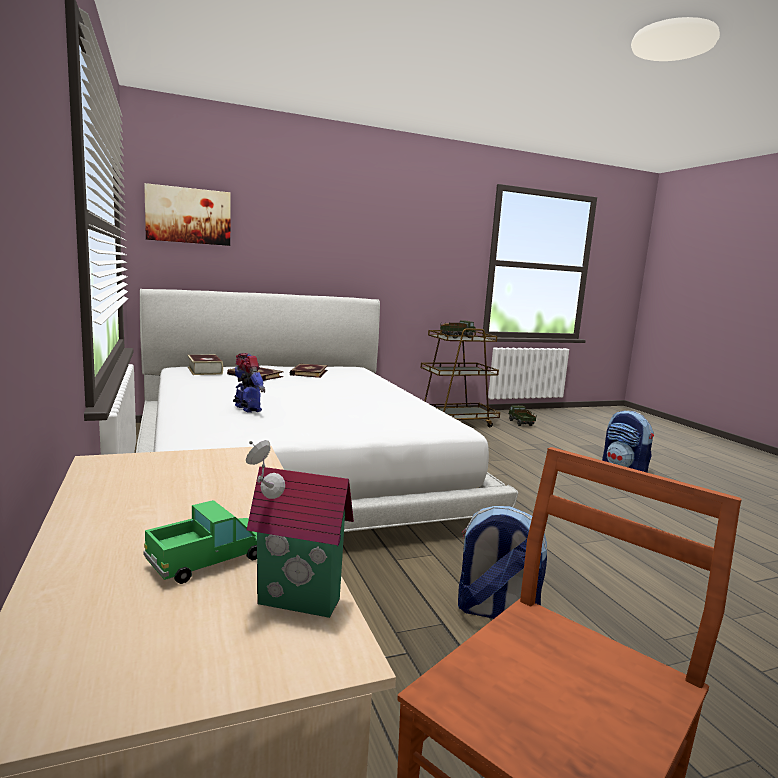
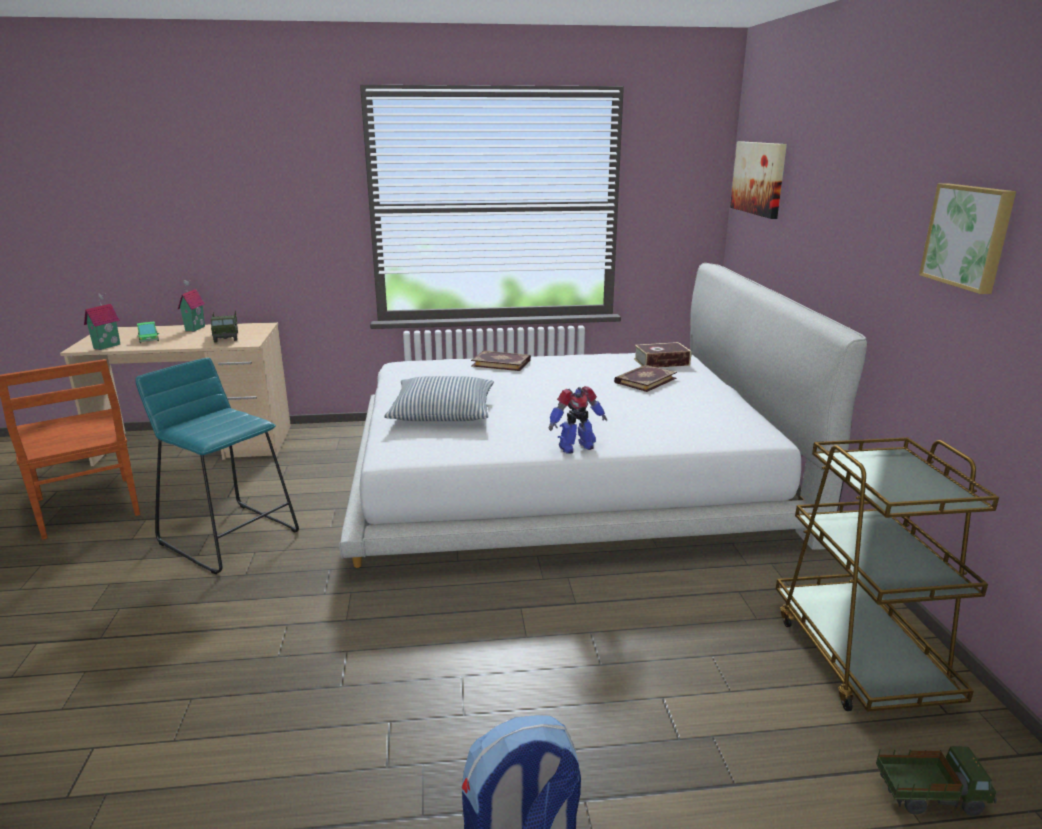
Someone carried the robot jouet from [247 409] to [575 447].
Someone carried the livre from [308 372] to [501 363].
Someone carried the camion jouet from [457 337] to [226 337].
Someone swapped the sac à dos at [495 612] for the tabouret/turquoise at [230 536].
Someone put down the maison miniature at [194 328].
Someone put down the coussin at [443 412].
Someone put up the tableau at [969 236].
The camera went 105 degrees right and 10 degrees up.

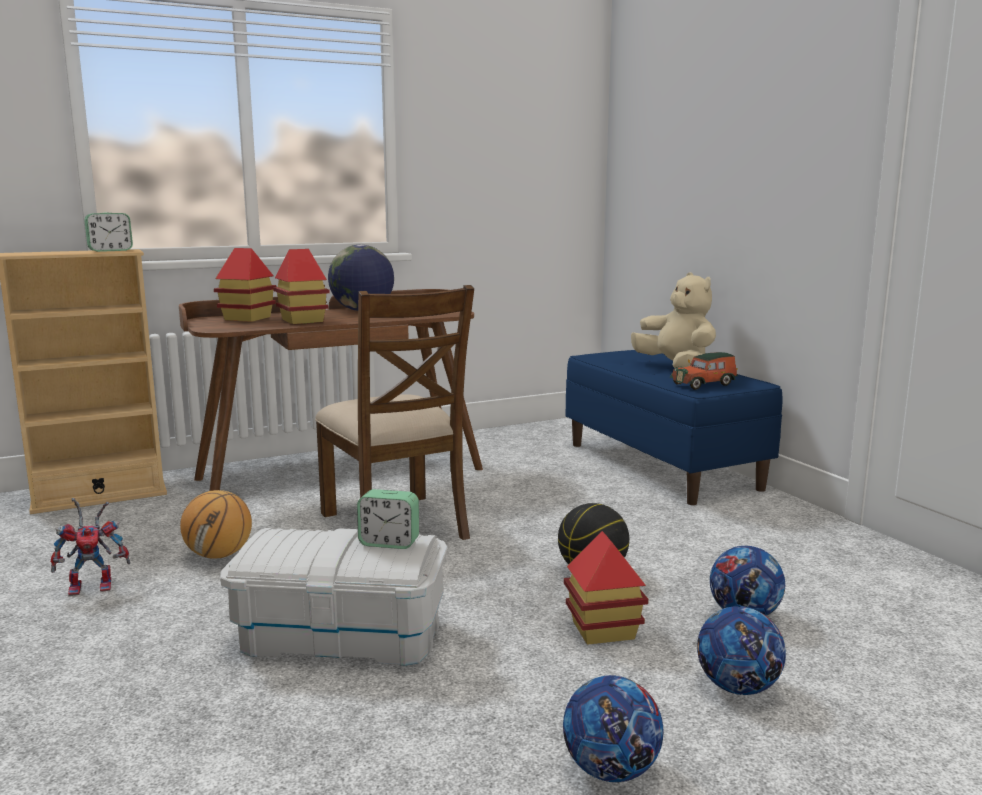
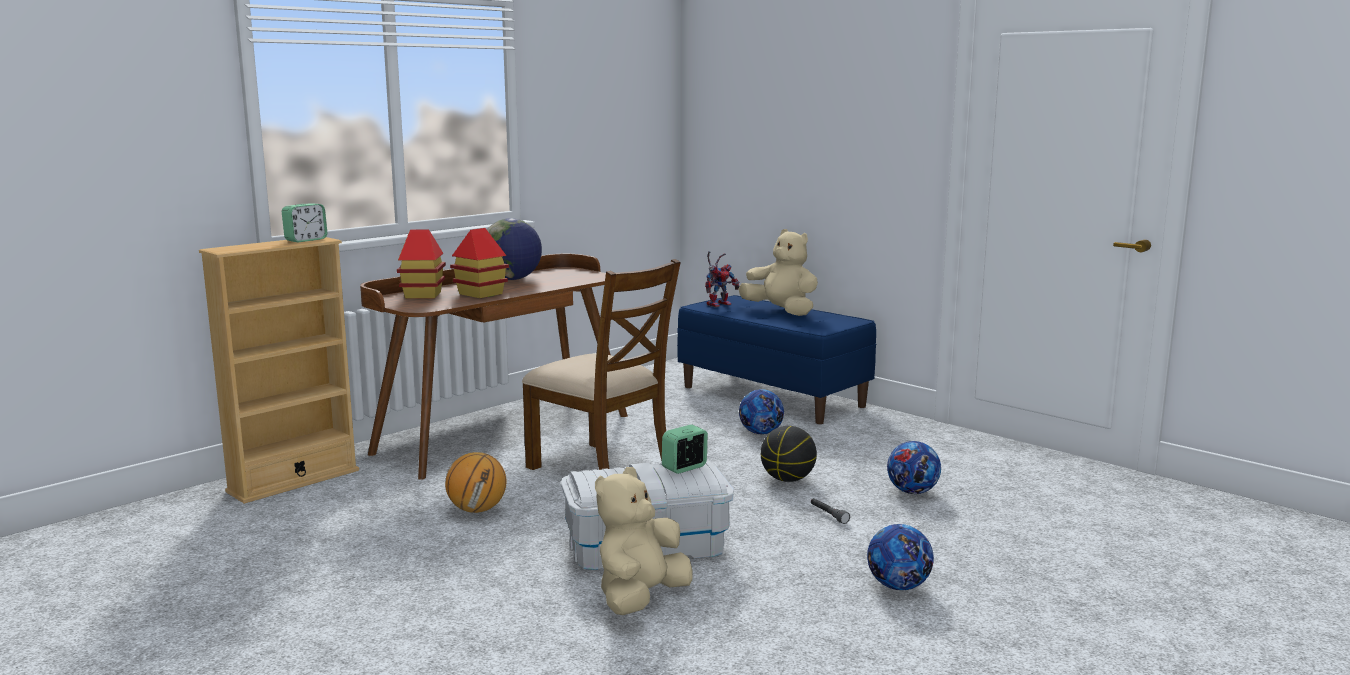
Someone carried the robot jouet from [95 586] to [719 304].
Someone rotated the réveil at [389 543] by 150 degrees clockwise.
Someone swapped the maison miniature at [603 630] for the lampe de poche/gris at [828 515].
Someone took away the petite voiture at [704 384].
Someone carried the ballon de foot from [737 687] to [761 433].
Someone put down the peluche/beige at [640 599].
The camera went 20 degrees left and 0 degrees up.

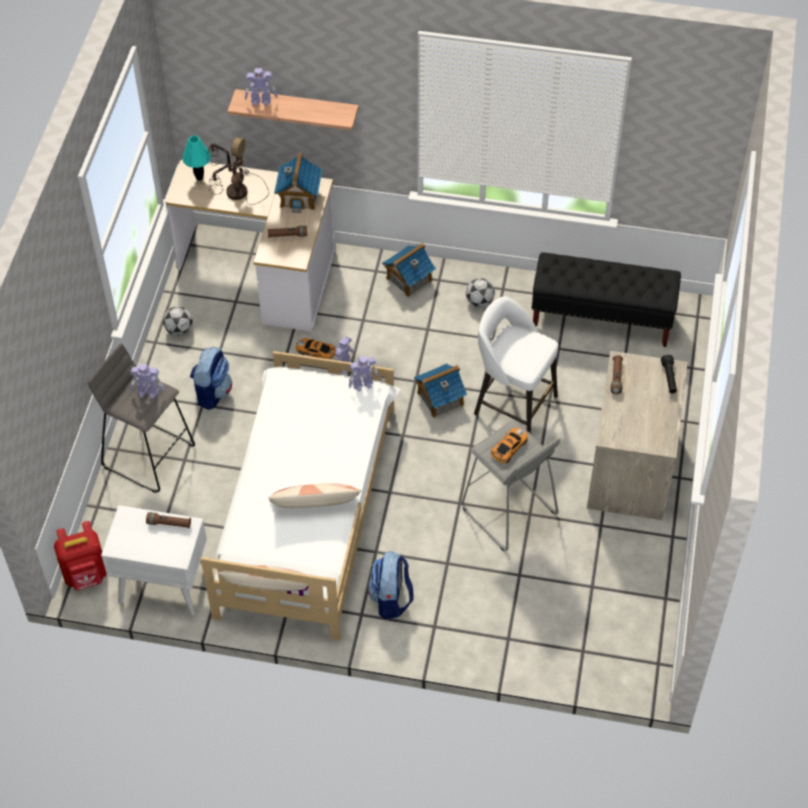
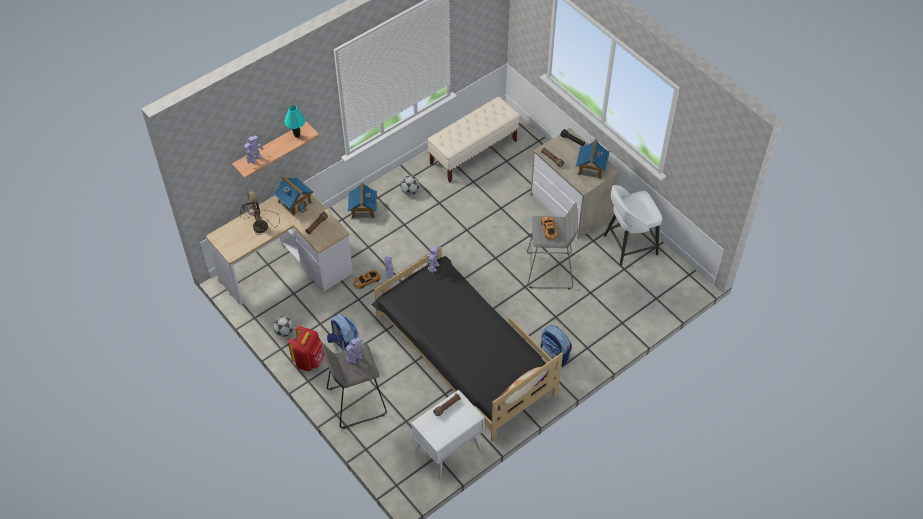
Someone carried the sac à dos/rouge from [86 575] to [309 360].
Someone carried the lampe de table/turquoise from [199 178] to [297 135].
Someone repainted the lit/blanc at [306 509], which became the lit/noir at [463 354].
Someone took away the coussin at [315 506].
Someone carried the maison miniature from [440 398] to [591 168].
Someone carried the tabouret/blanc from [513 404] to [628 245].
Someone repainted the banc/noir at [602 319], which became the banc/beige at [473 152].
The camera went 50 degrees left and 0 degrees up.

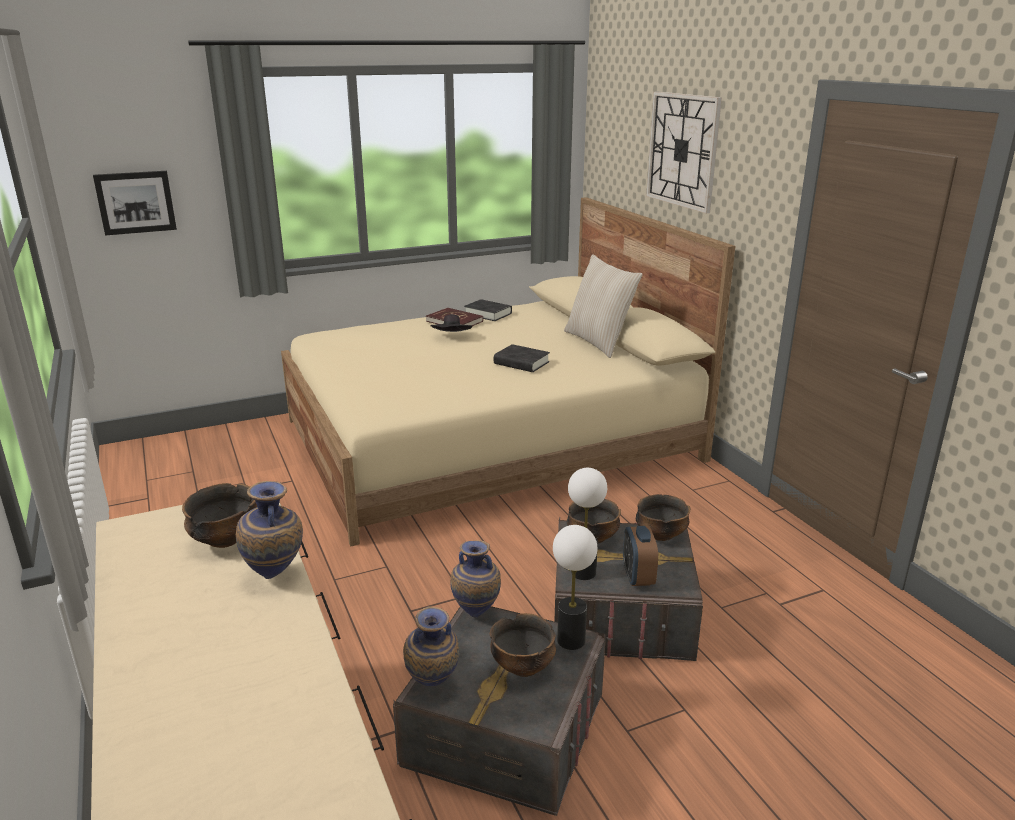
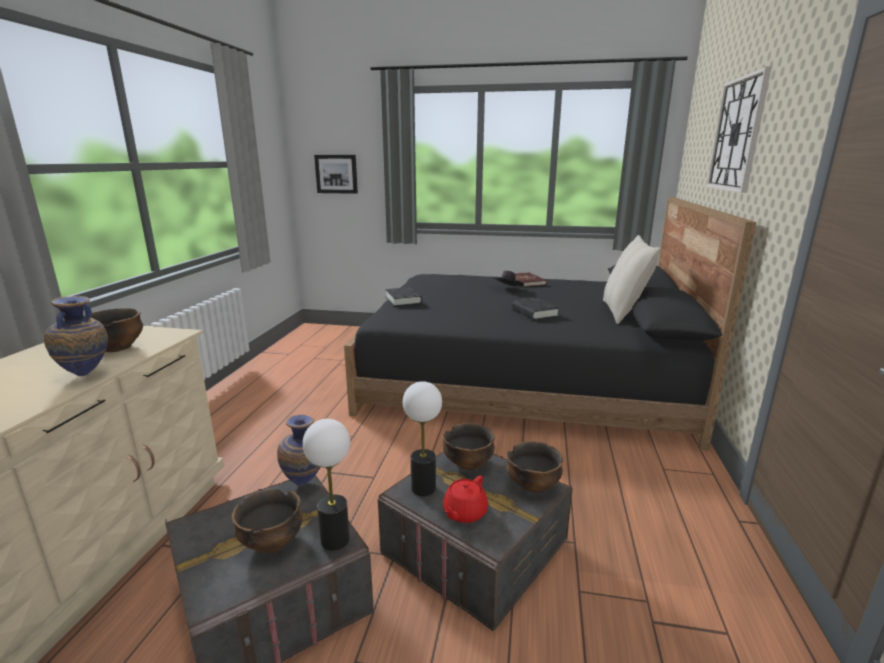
Someone repainted the lit/beige at [491 440], which became the lit/noir at [523 378].
Someone took away the vase at [432 686].
Someone carried the livre/noir from [488 314] to [403 300].
Someone swapped the réveil at [638 577] for the théière/rouge at [464 513].
The camera went 35 degrees right and 5 degrees down.

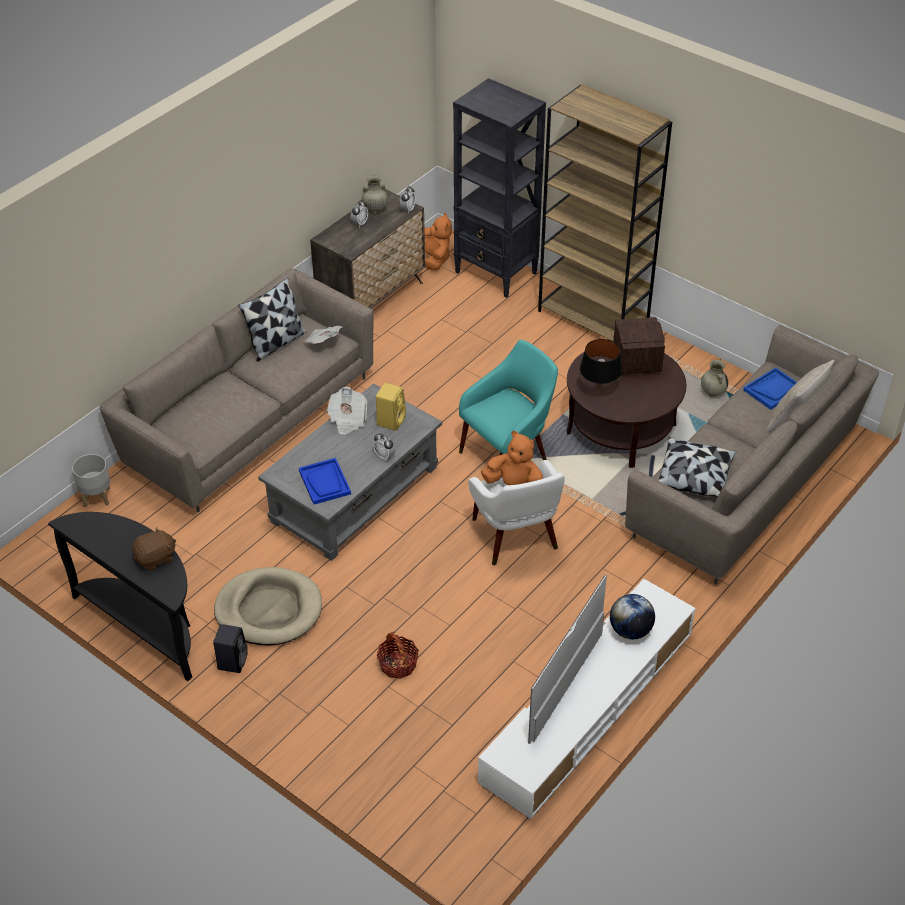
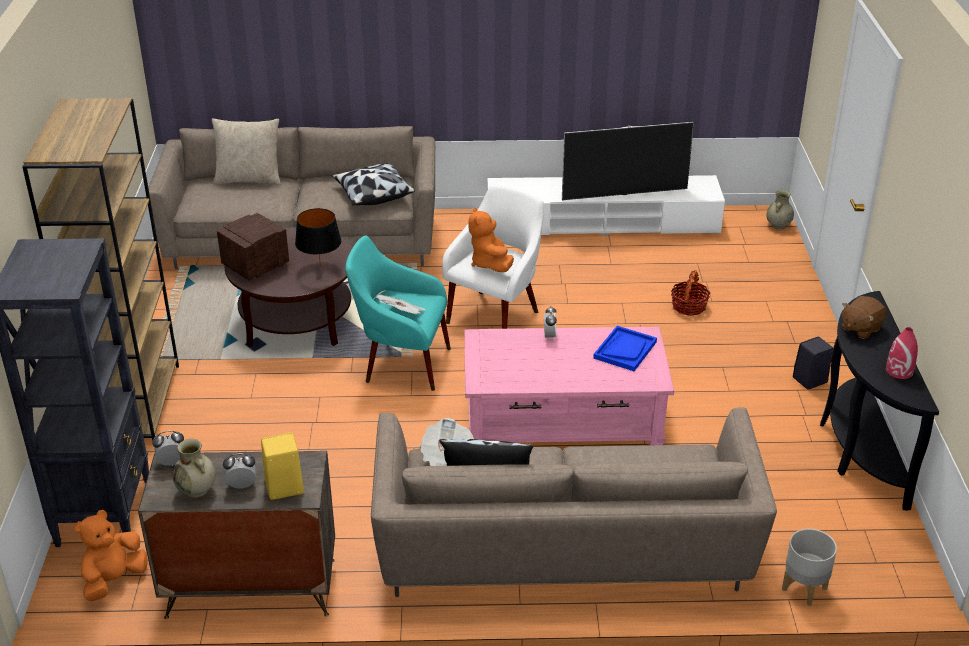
Someone rotated the peluche/marron at [156 558] by 60 degrees counterclockwise.
Someone took away the panier pour chien/beige at [269 609].
Someone repainted the table basse/gris at [355 494], which became the table basse/rose at [562 420].
Someone carried the journal from [347 419] to [402 315].
Someone carried the enceinte/jaune from [391 420] to [283 488].
Someone took away the globe at [630 630].
Someone carried the vase/beige from [712 392] to [778 226].
Someone took away the plateau/bleu at [772 389].
Someone put down the vase/rouge at [899 371].
The camera went 130 degrees left and 10 degrees down.

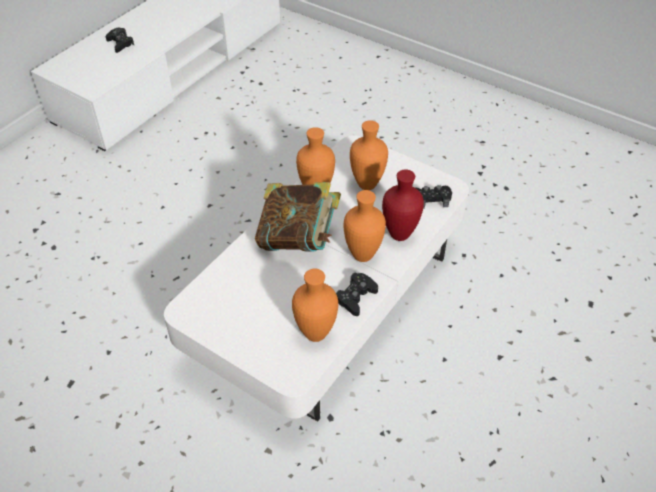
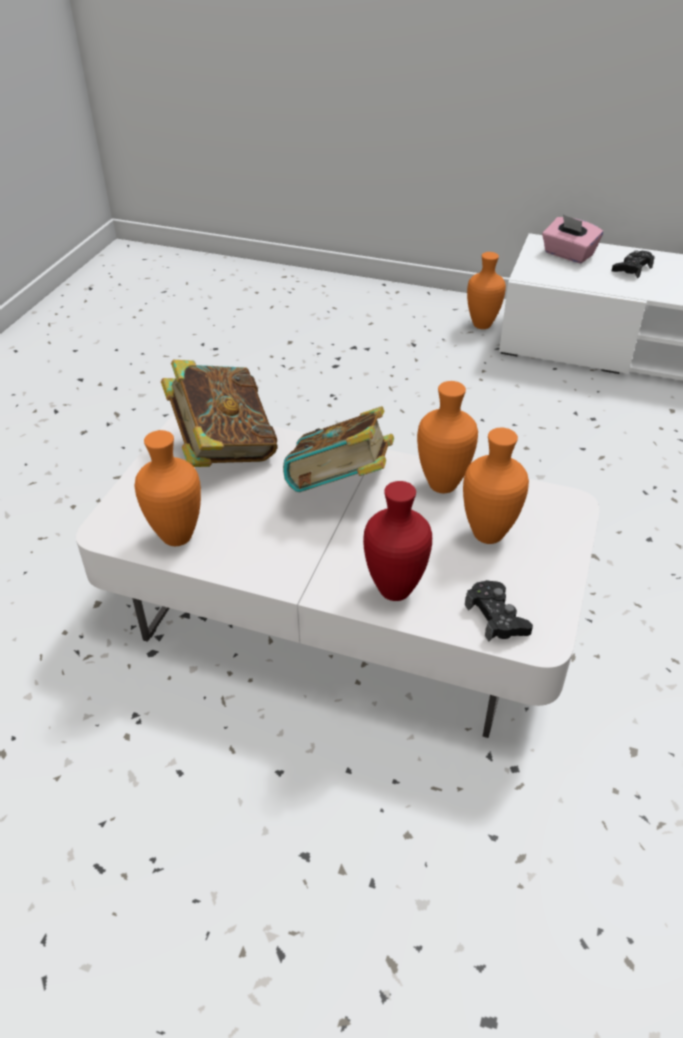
Someone took away the manette/noir at [356 297].
Someone carried the vase/orange from [361 255] to [482 324].
Someone put down the livre at [223 449].
Someone put down the boîte à mouchoirs/rose at [568 254].
The camera went 75 degrees right and 5 degrees down.

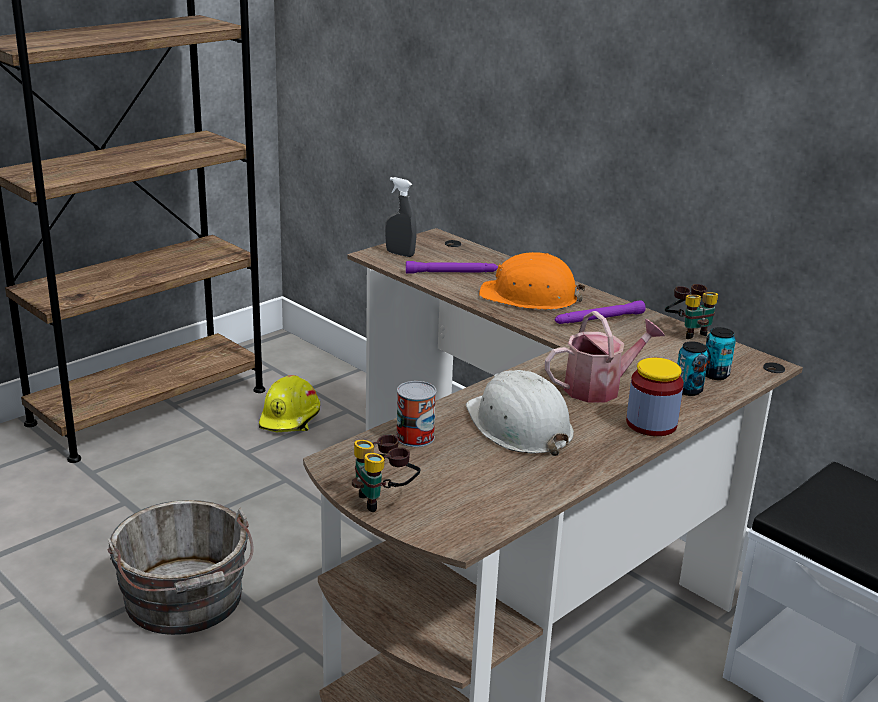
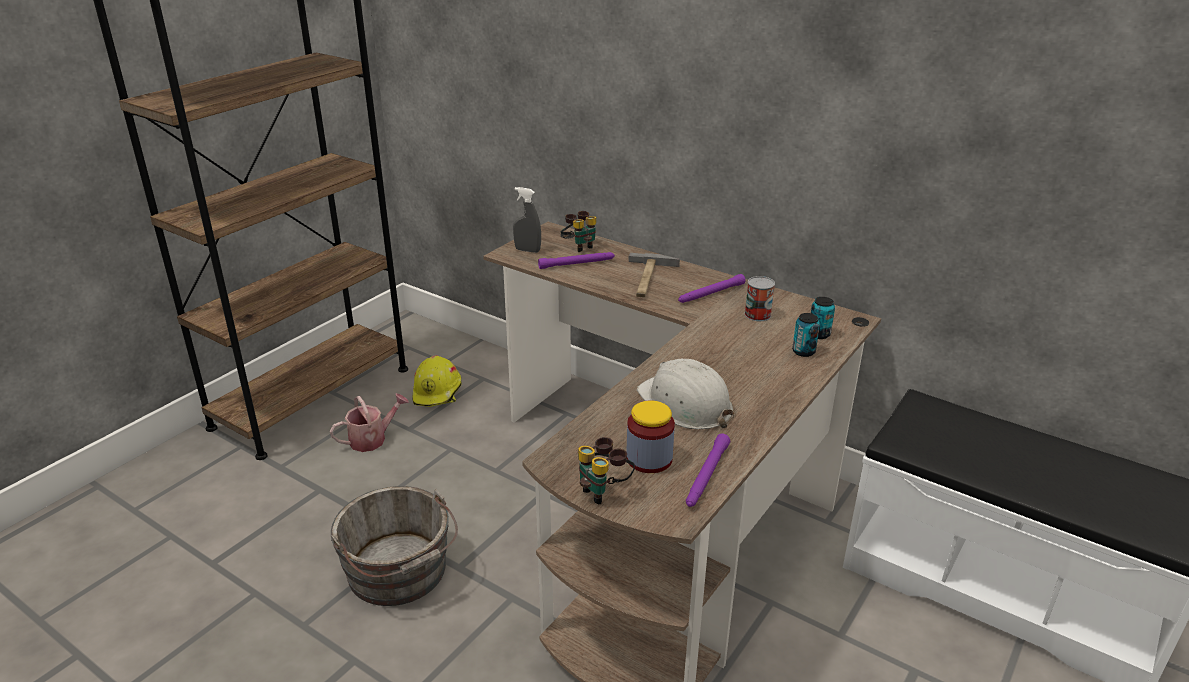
Someone carried the boîte métallique from [415 437] to [757 315].
Someone swapped the casque de chantier/orange at [530 297] for the marteau at [648 279].
Someone carried the arrosoir from [599 388] to [372 439].
Someone carried the bocal from [651 424] to [649 459].
Someone carried the jumelles from [688 331] to [579 246].
Someone put down the lampe de poche/violet at [706 476].
The camera went 10 degrees left and 5 degrees up.

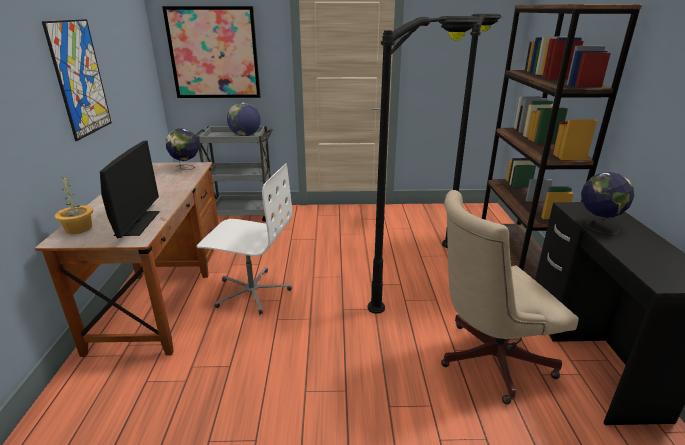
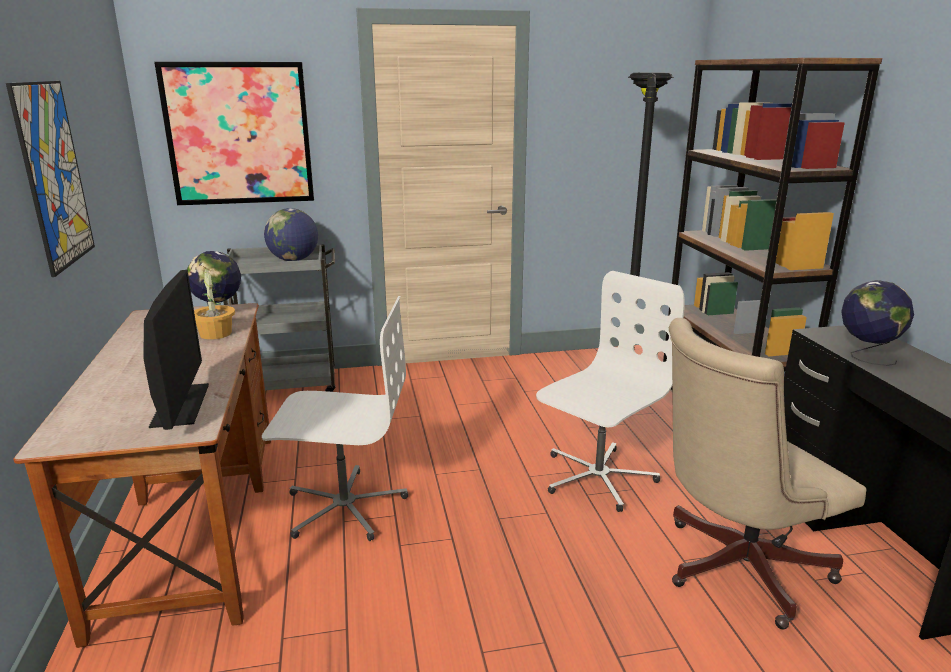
Someone carried the plante en pot from [78 228] to [215 334].
Someone swapped the lampadaire/noir at [415 289] for the chaise de bureau/blanc at [597 477].
The camera went 10 degrees left and 5 degrees down.

